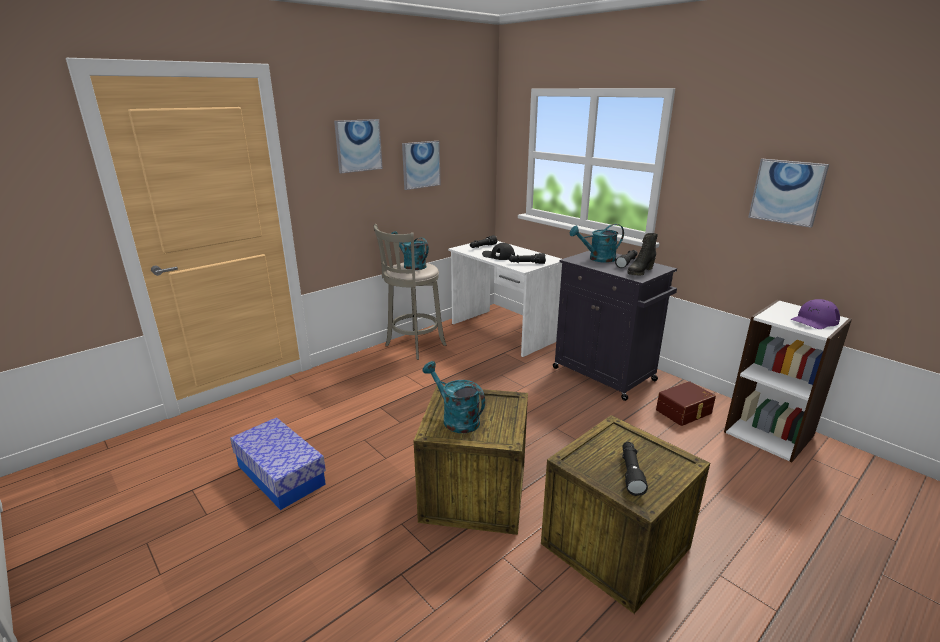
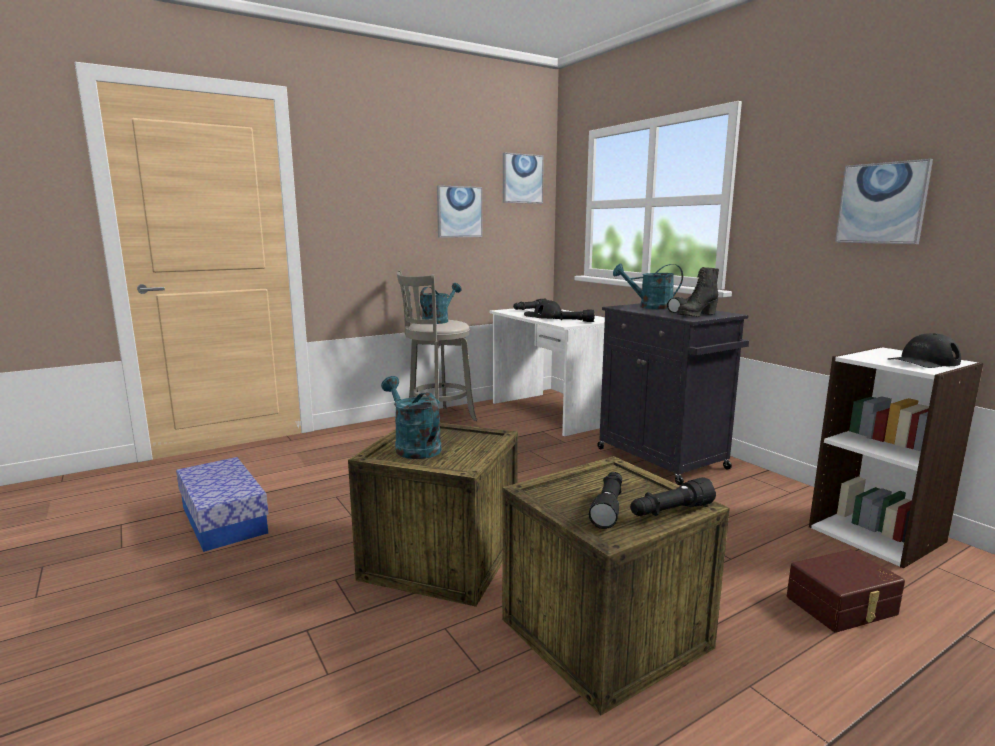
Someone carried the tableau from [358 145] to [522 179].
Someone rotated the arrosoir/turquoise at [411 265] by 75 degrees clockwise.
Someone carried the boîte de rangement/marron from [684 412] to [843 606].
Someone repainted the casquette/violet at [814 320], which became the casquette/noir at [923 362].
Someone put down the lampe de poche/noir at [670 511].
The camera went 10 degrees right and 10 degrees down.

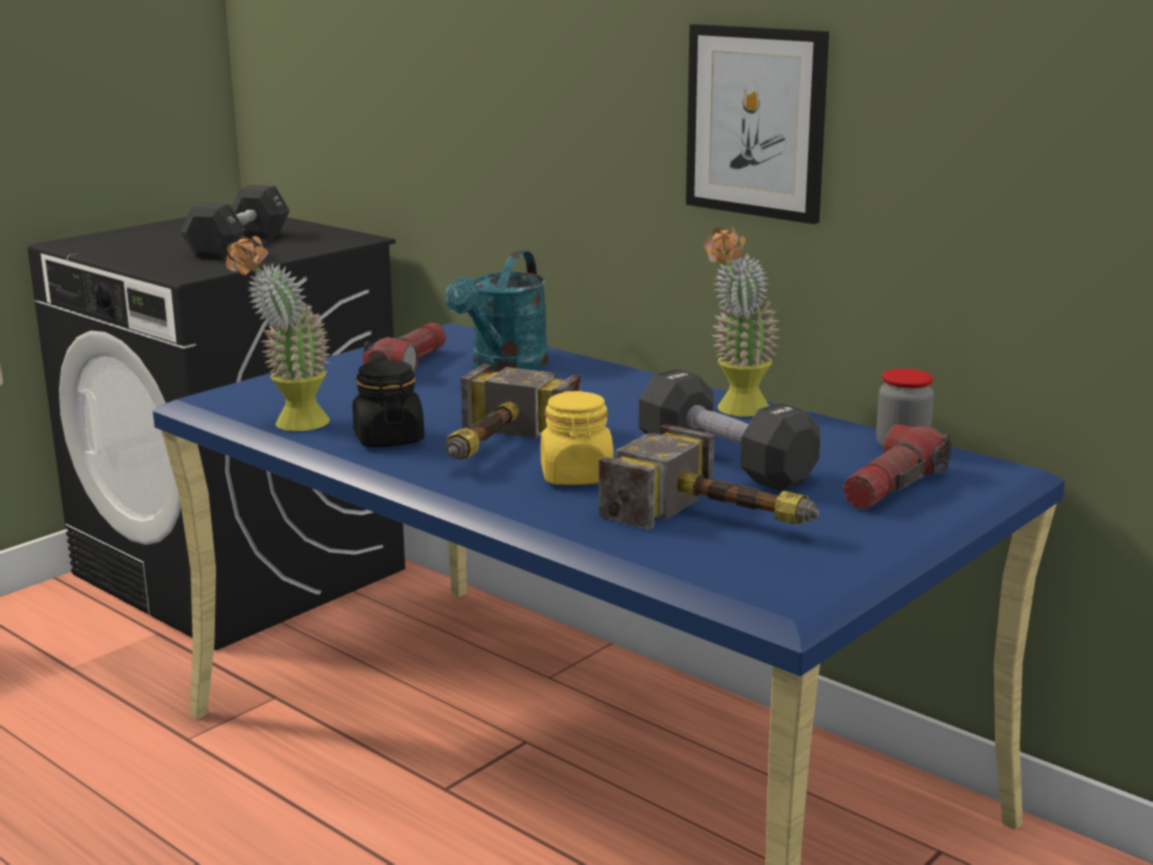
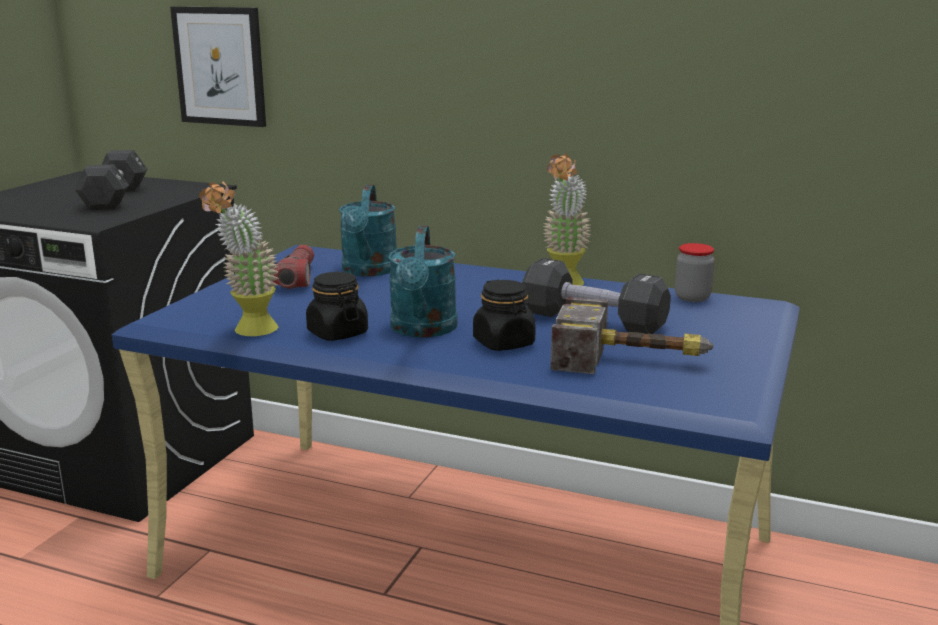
Someone swapped the marteau at [494 448] for the arrosoir/turquoise at [423 330].
Someone repainted the bocal/jaune at [577 476], which became the bocal/noir at [504 343].
Someone carried the tableau from [756 122] to [220 66].
Someone took away the lampe de poche at [894 487].
The camera went 20 degrees left and 0 degrees up.

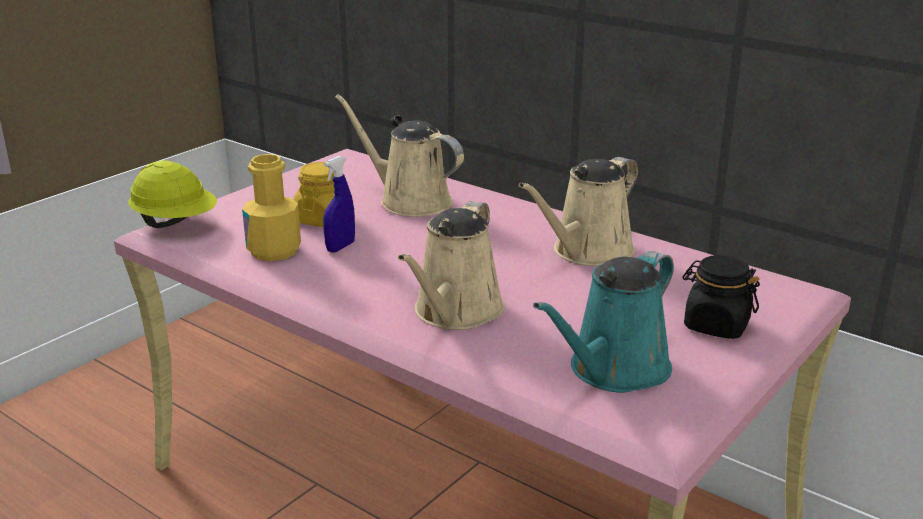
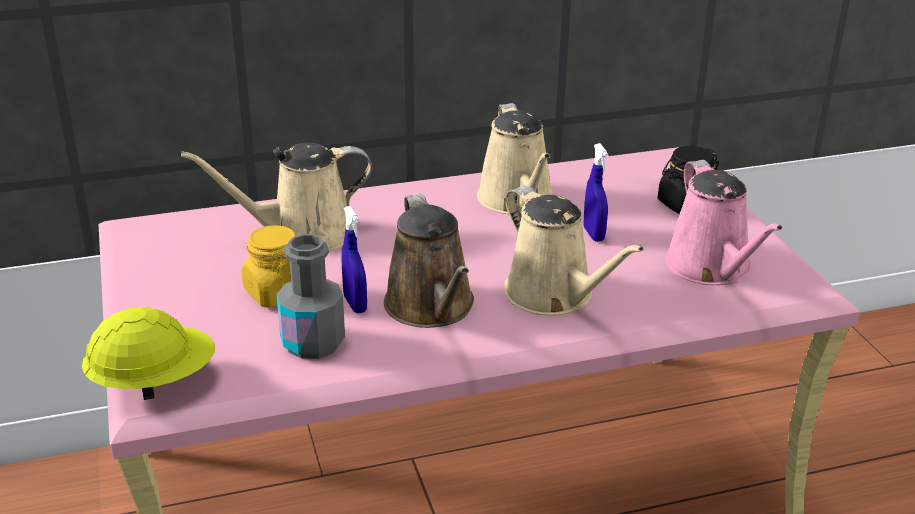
Someone repainted the bouteille/jaune at [274 251], which became the bouteille/gris at [313 343].
Someone repainted the arrosoir/turquoise at [613 371], which became the arrosoir/rose at [712 268].
Someone put down the arrosoir/marron at [432 308].
Someone put down the vaporisateur/bleu at [593 234].
The camera went 55 degrees left and 5 degrees up.

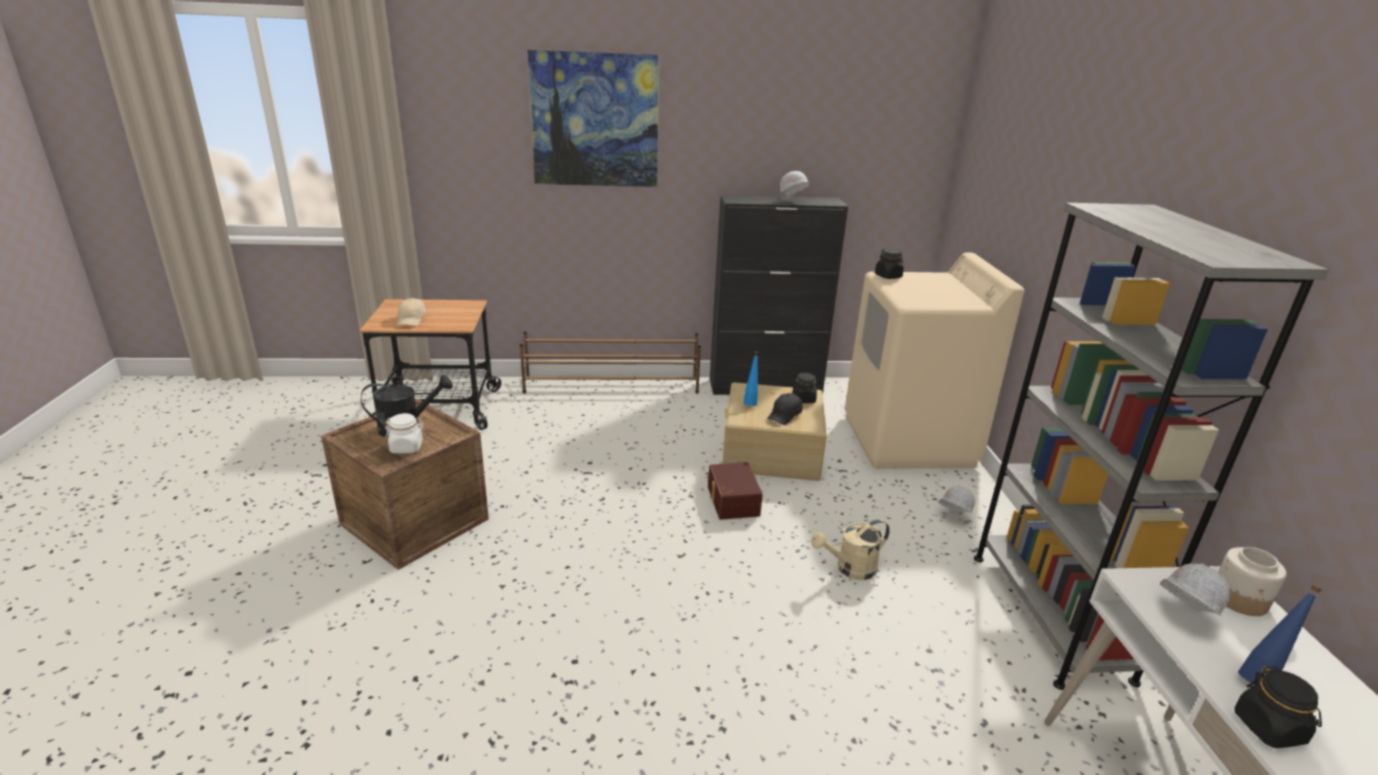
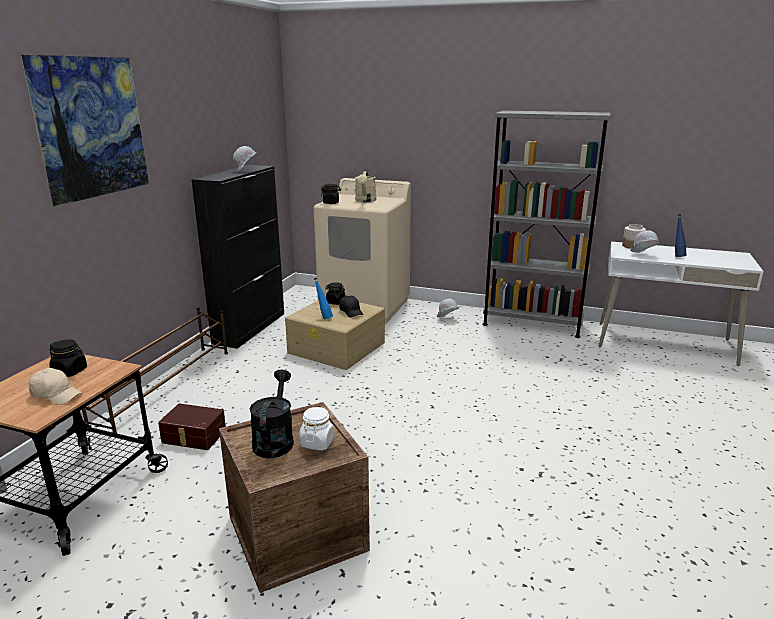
Someone carried the boîte de rangement/marron from [731 501] to [193 437].
Someone carried the arrosoir/beige from [850 569] to [365 201].
Someone carried the bocal/noir from [1269 728] to [70 371].
The camera went 65 degrees left and 5 degrees down.

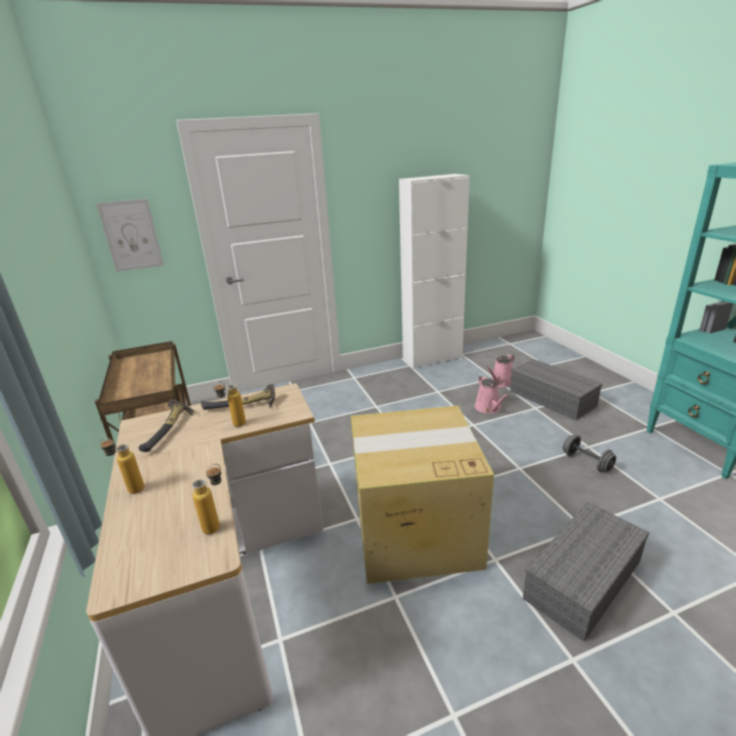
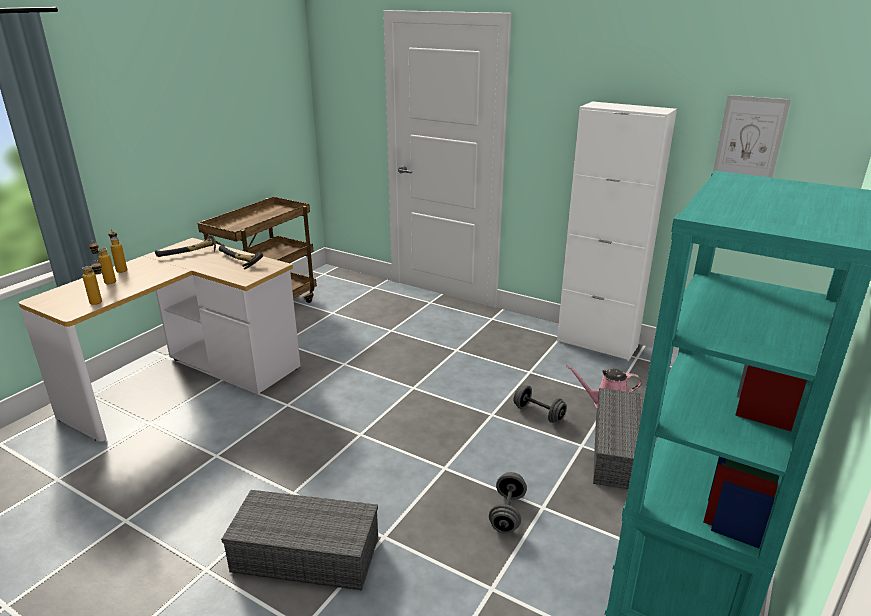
Someone carried the tableau from [131 235] to [749 139].
Someone carried the bouteille from [234 425] to [106 282].
Someone took away the carton at [414 531].
Someone swapped the arrosoir/rose at [489 408] for the haltère/gris at [538 414].
The camera went 50 degrees right and 0 degrees up.

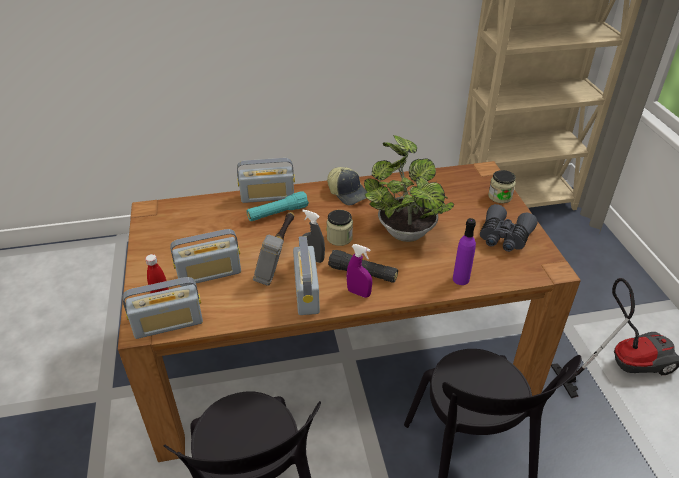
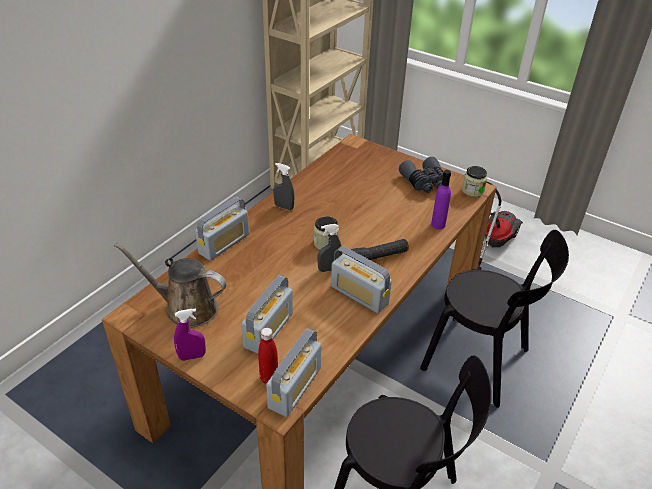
Someone took away the lampe de poche/turquoise at [278 213].
Someone took away the marteau at [278 256].
Someone swapped the casquette at [348 193] for the vaporisateur/gris at [284 207].
Someone carried the vaporisateur/violet from [358 293] to [192 356].
Someone took away the plante en pot at [404 229].
Someone carried the bocal from [500 196] to [472 191].
Someone put down the arrosoir/marron at [186 307].
The camera went 45 degrees left and 0 degrees up.

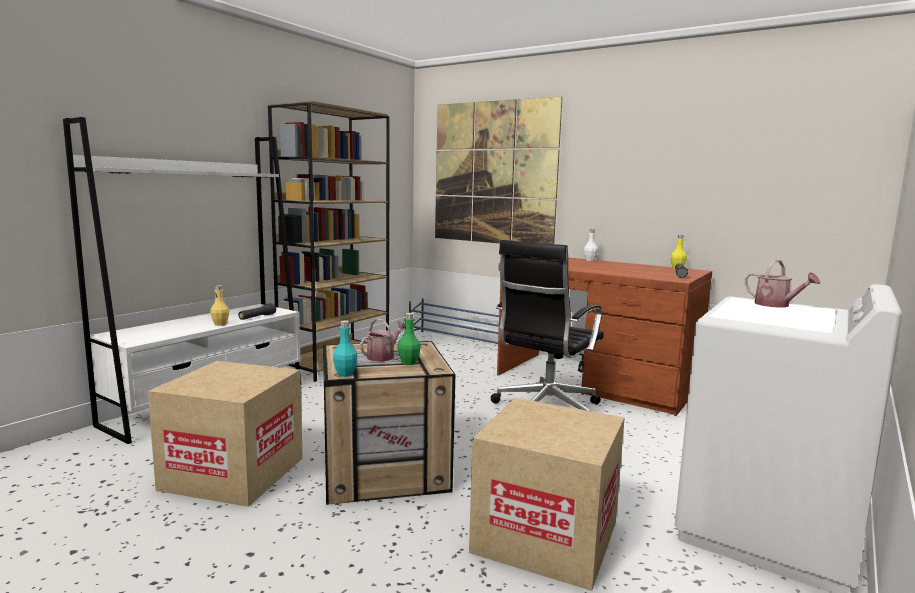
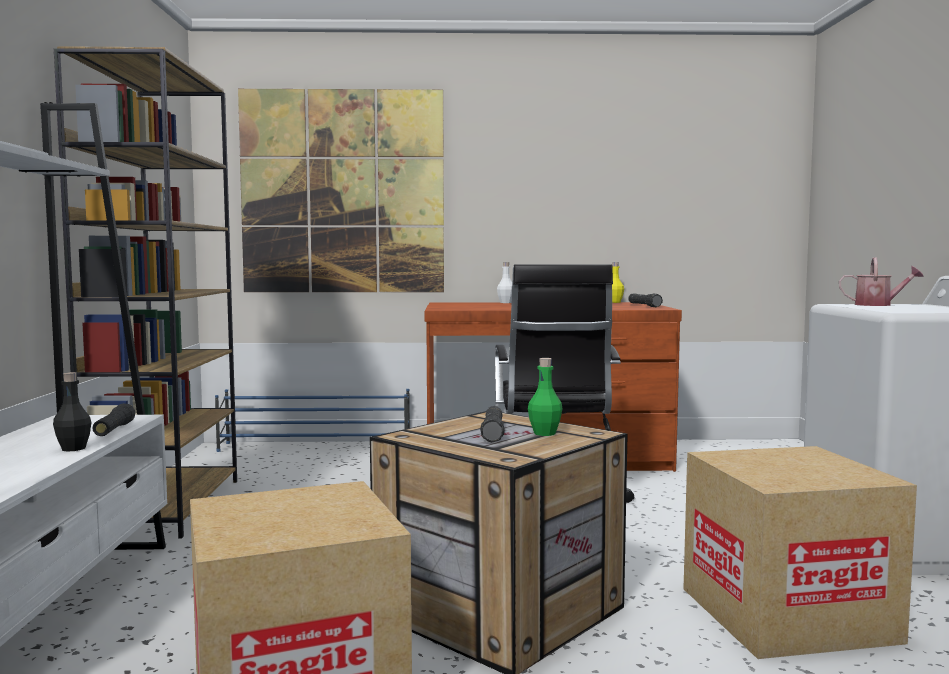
Someone repainted the bouteille/jaune at [220 324], which became the bouteille/noir at [73 448].
Someone took away the bouteille/turquoise at [345 374].
Someone swapped the arrosoir at [383 356] for the lampe de poche/noir at [493 433].
The camera went 35 degrees left and 5 degrees down.

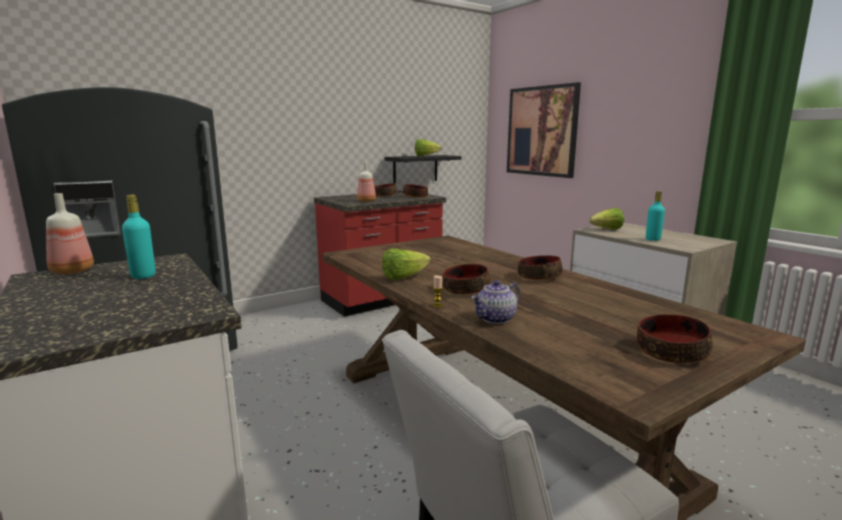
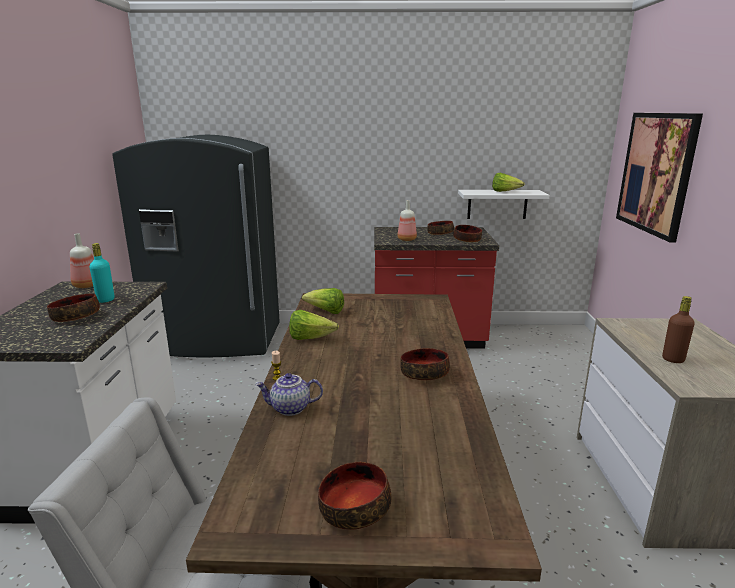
Someone repainted the étagère/noir at [415 169], which became the étagère/blanc at [497 204].
Someone carried the bol from [465 289] to [76 317].
Someone carried the laitue from [606 229] to [326 312].
Someone repainted the bouteille/turquoise at [652 239], which became the bouteille/marron at [673 359].
The camera went 35 degrees right and 5 degrees up.

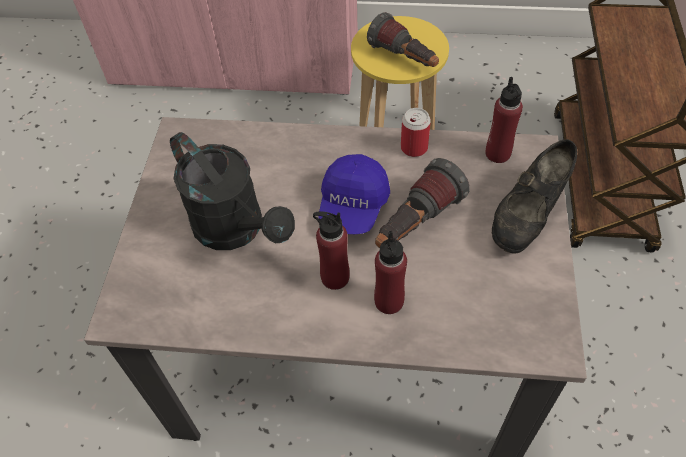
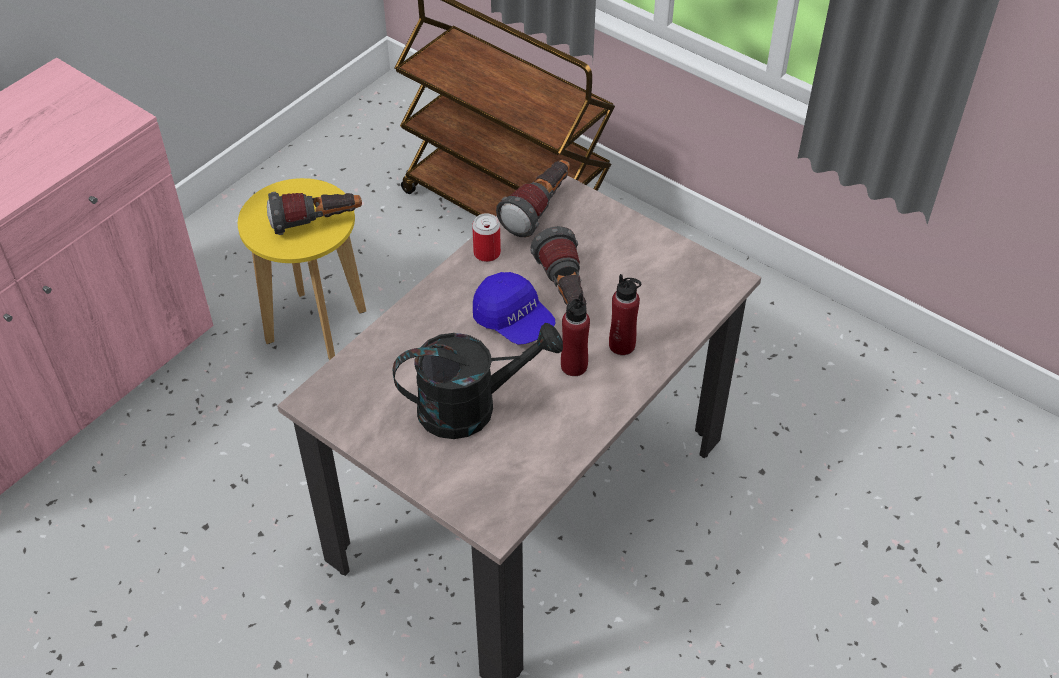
Someone swapped the bouteille/rouge at [498 153] for the lampe de poche at [539 209].
Someone took away the chaussure/noir at [528 215].
The camera went 60 degrees left and 5 degrees down.

